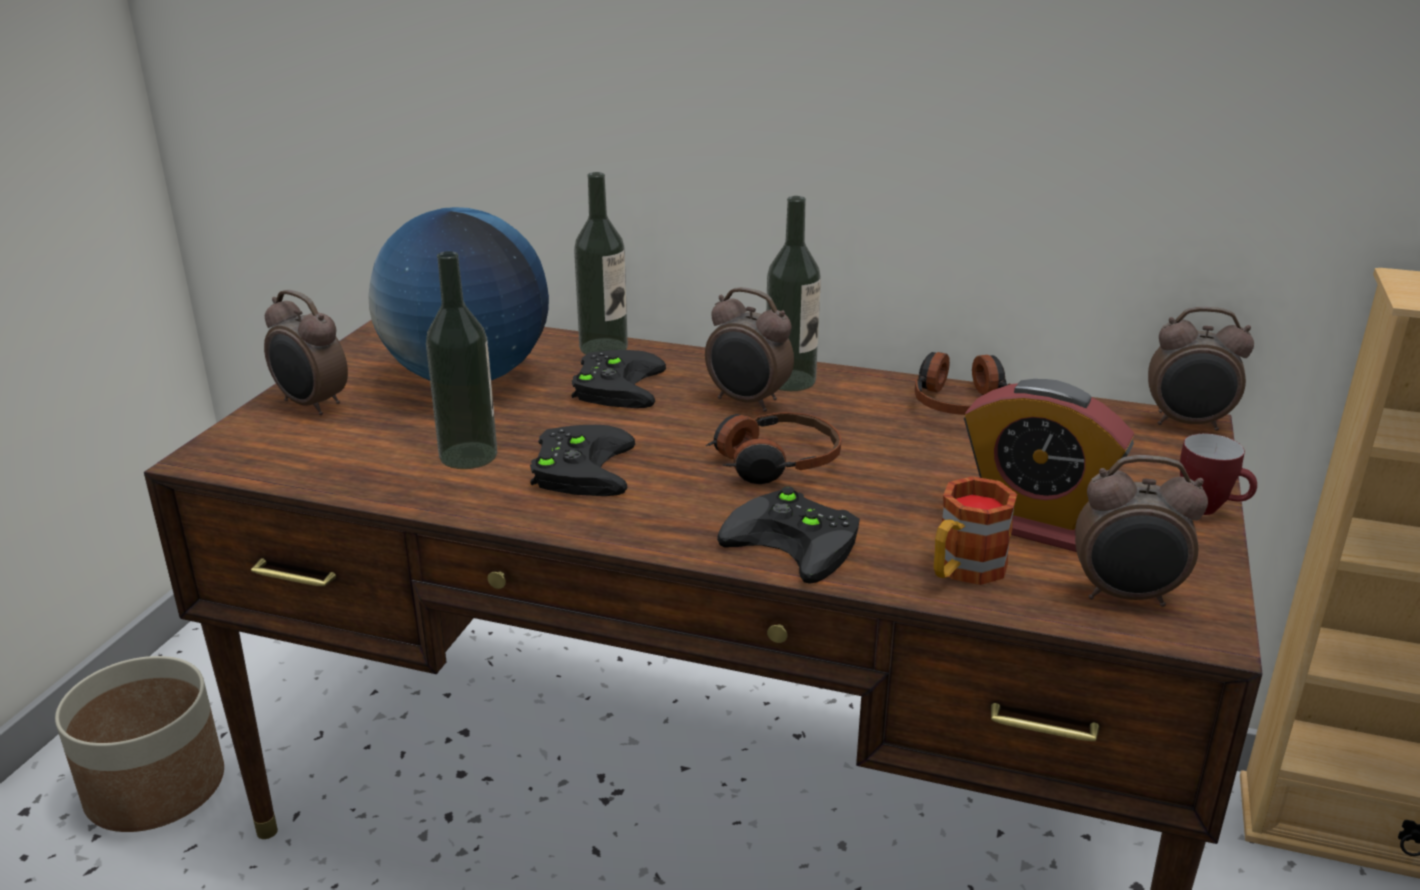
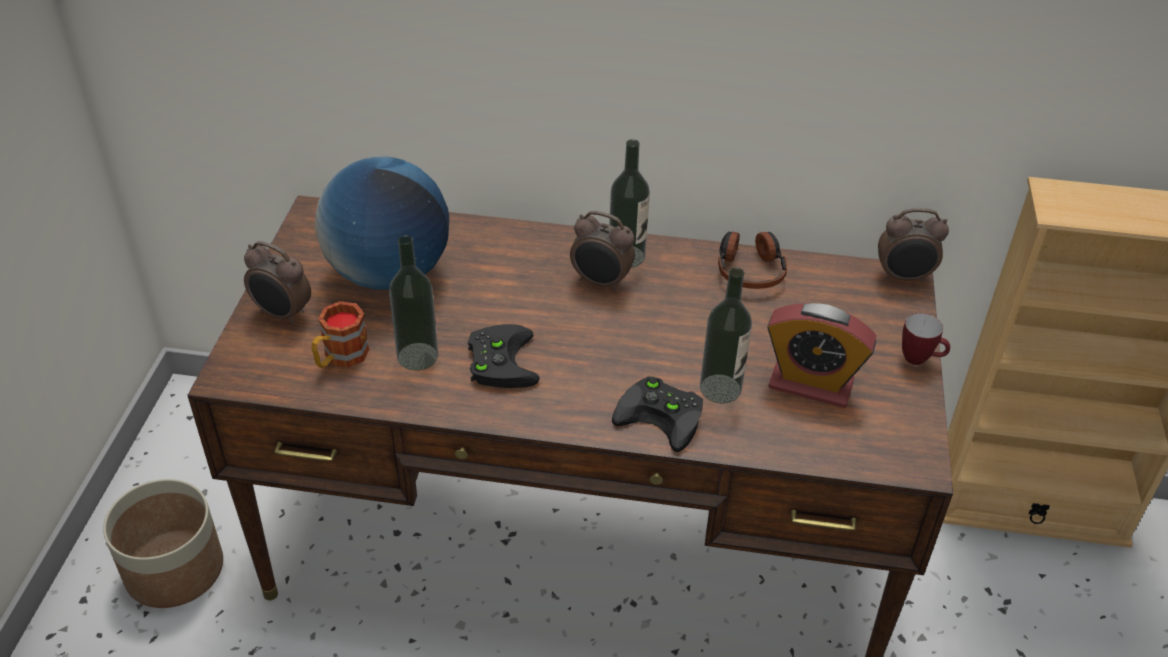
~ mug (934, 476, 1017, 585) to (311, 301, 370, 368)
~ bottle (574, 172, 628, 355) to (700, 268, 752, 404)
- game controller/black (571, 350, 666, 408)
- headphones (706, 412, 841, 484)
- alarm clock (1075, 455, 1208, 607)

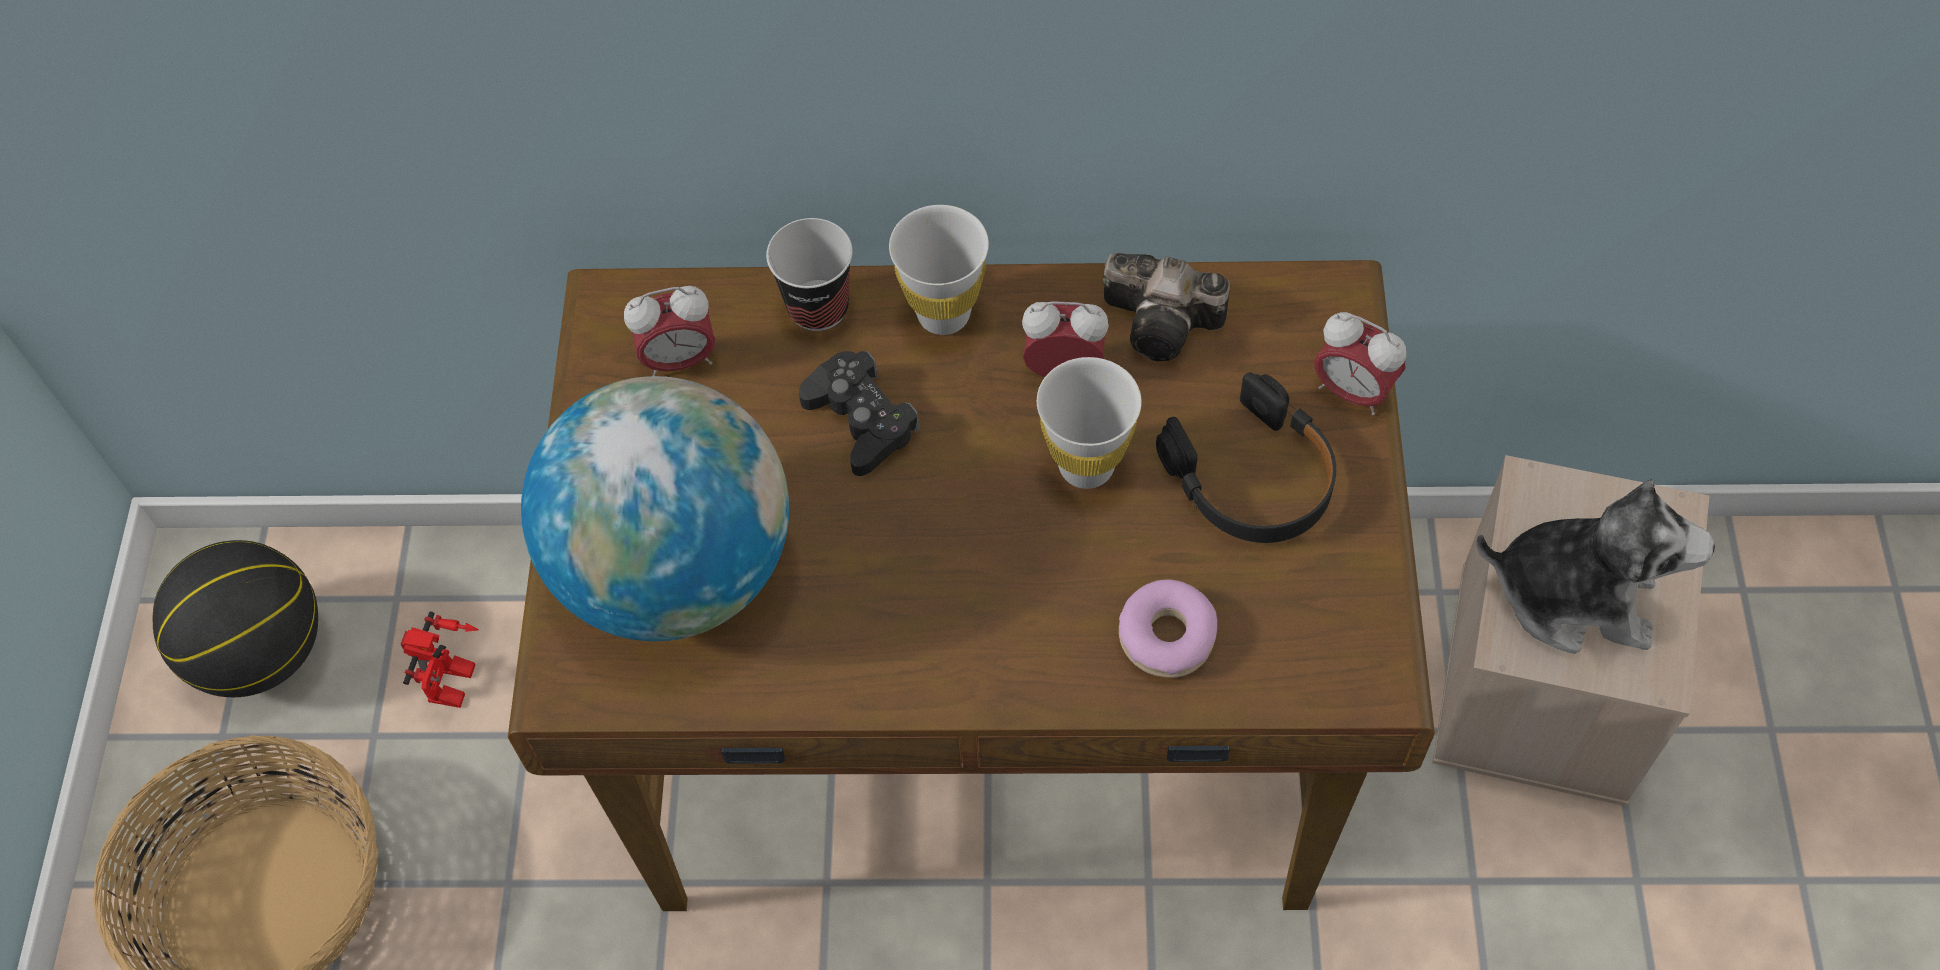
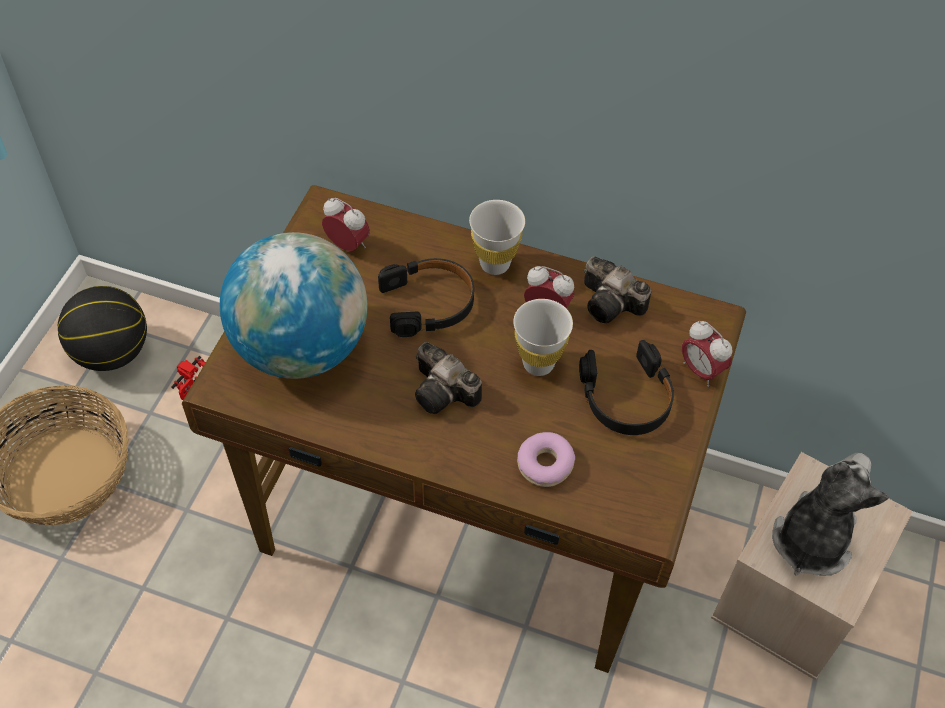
~ alarm clock (624, 286, 715, 376) = (322, 198, 370, 251) 150 degrees counterclockwise
~ game controller/black (799, 351, 920, 476) to headphones/black (378, 258, 474, 337)
+ photo camera (415, 342, 482, 414)
~ plush toy (1476, 479, 1715, 654) = (772, 453, 889, 576) 90 degrees counterclockwise
- cup (766, 218, 853, 331)

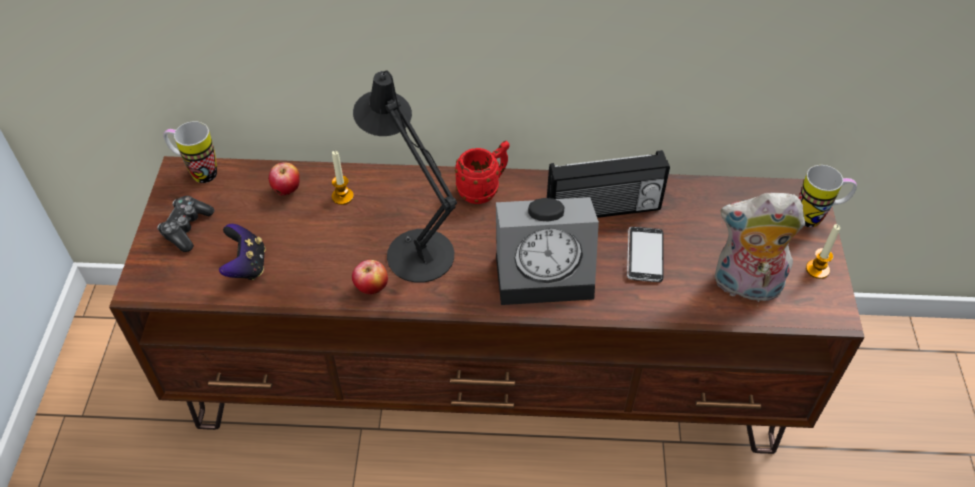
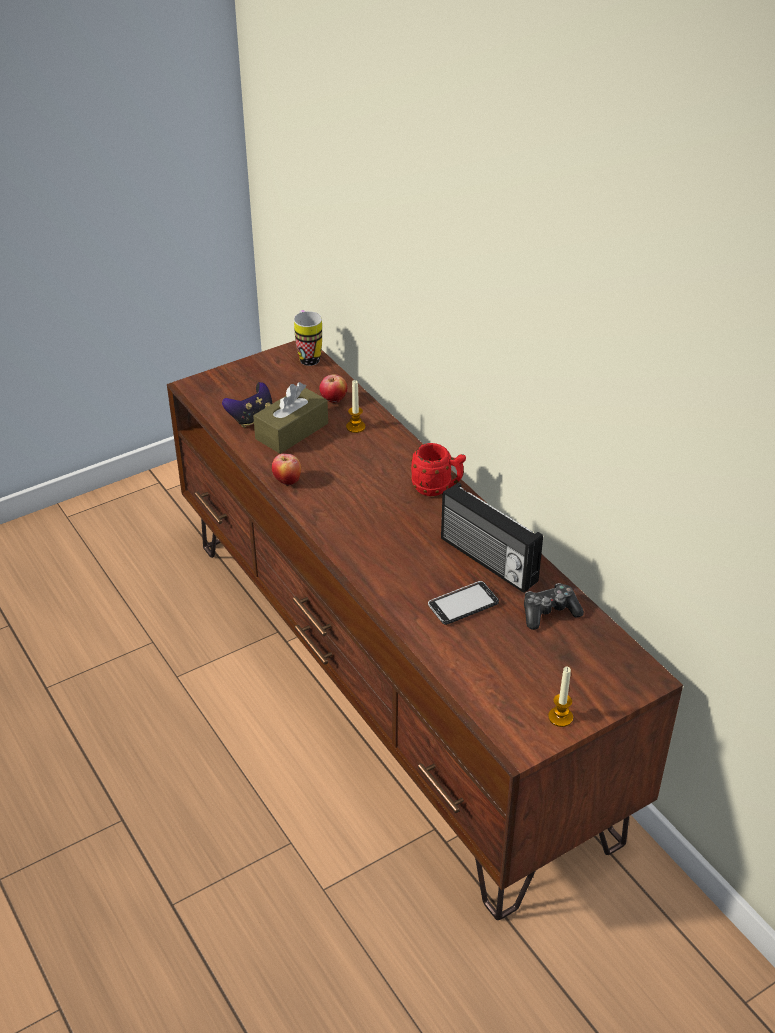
+ tissue box/brown (253, 382, 328, 454)
~ game controller (157, 196, 214, 252) to (524, 583, 584, 630)
- table lamp/black (353, 70, 457, 283)
- alarm clock (496, 197, 599, 305)
- plush toy (715, 193, 805, 302)
- mug (799, 165, 857, 227)

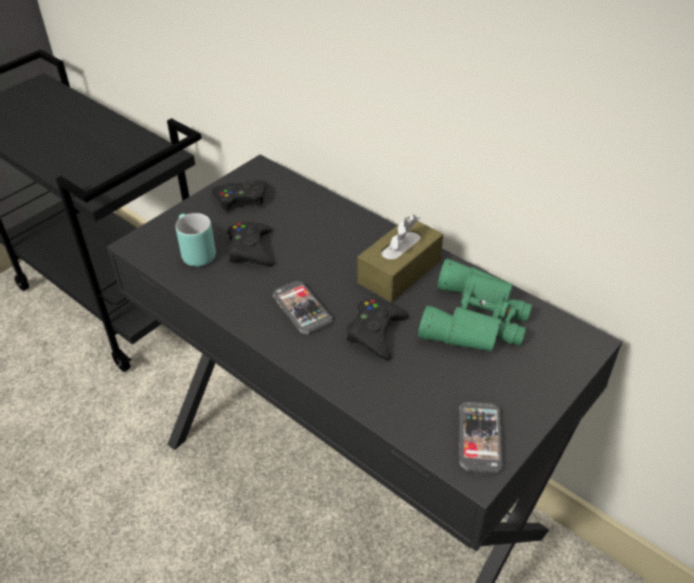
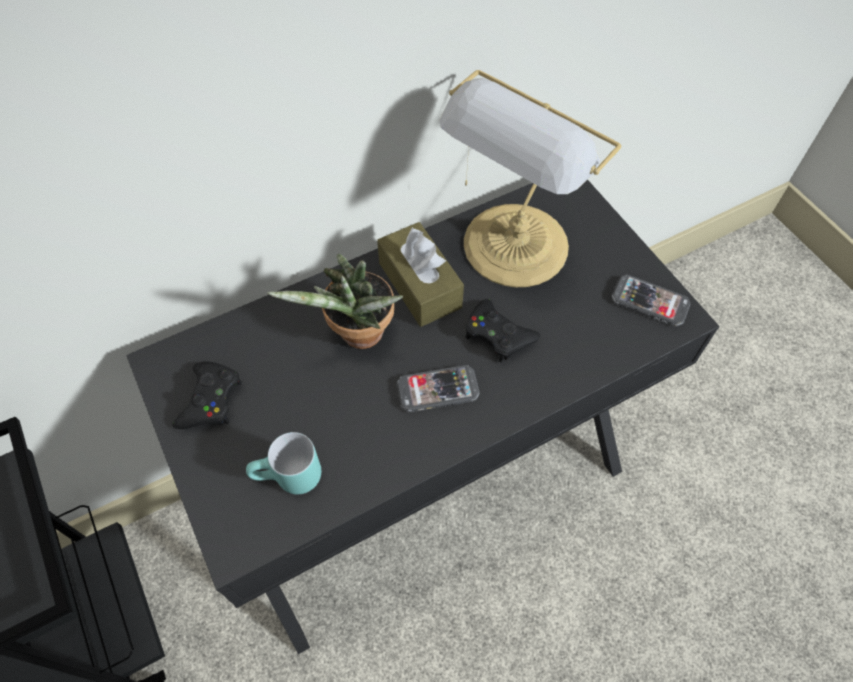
+ potted plant (267, 254, 403, 349)
~ binoculars/green (418, 259, 532, 352) to table lamp (440, 70, 622, 287)
- game controller/black (227, 222, 274, 266)

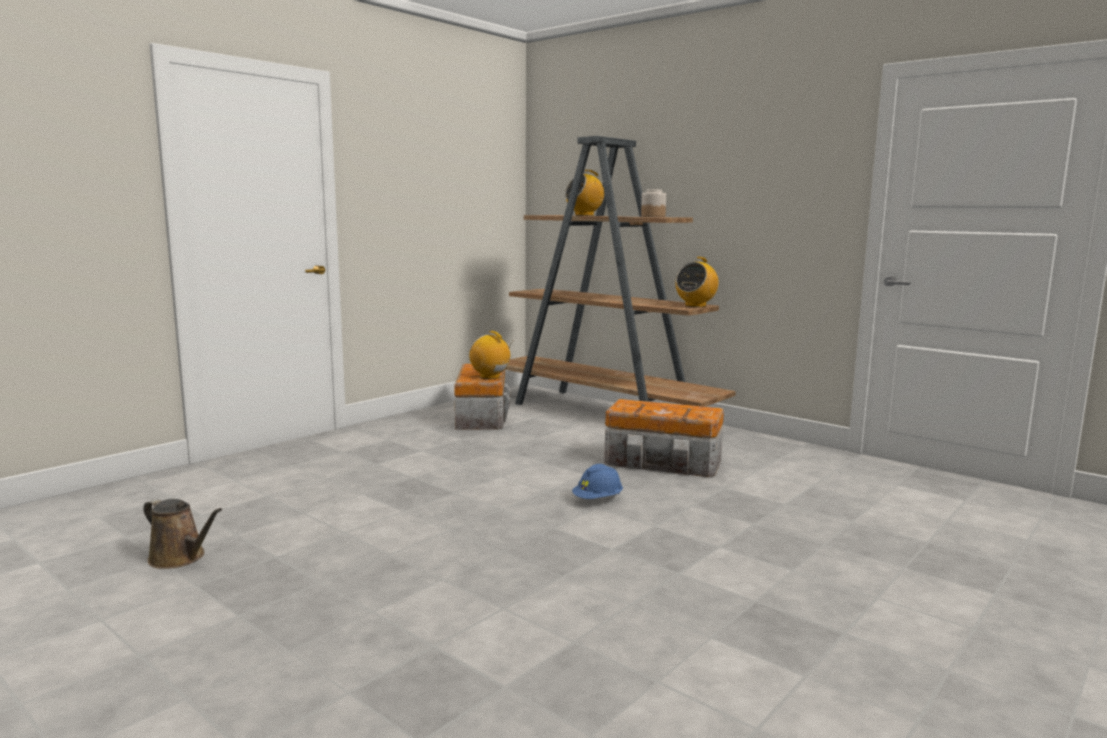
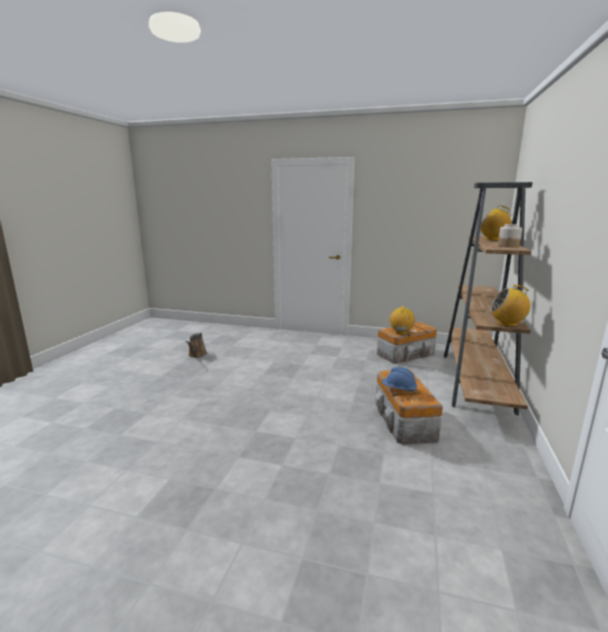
~ hard hat/blue (572, 464, 623, 499) to (382, 367, 417, 393)

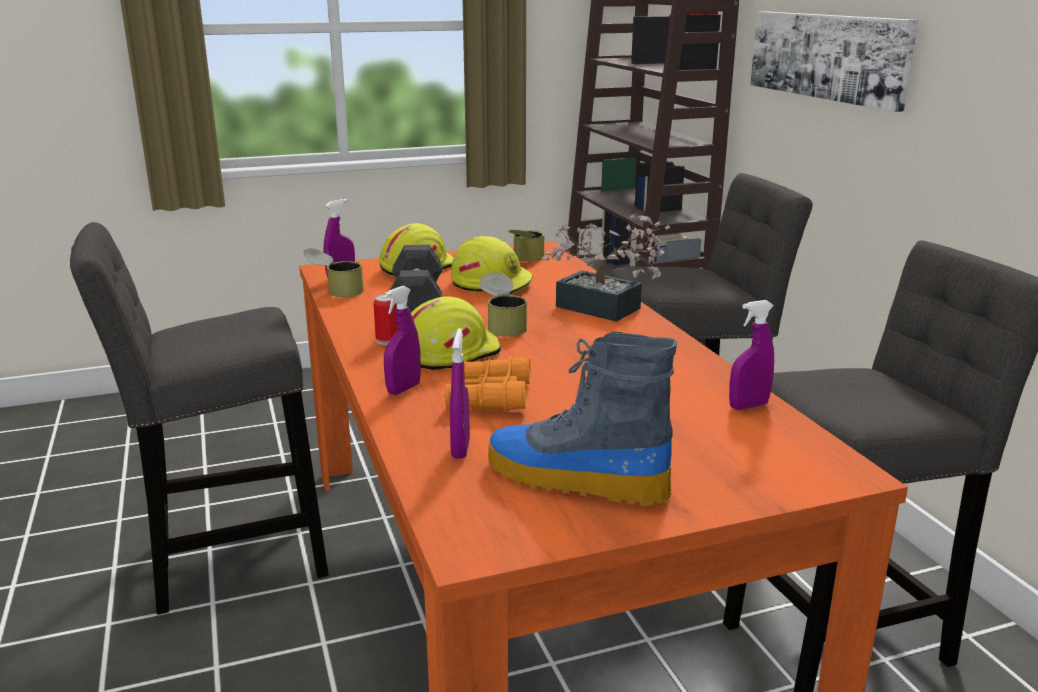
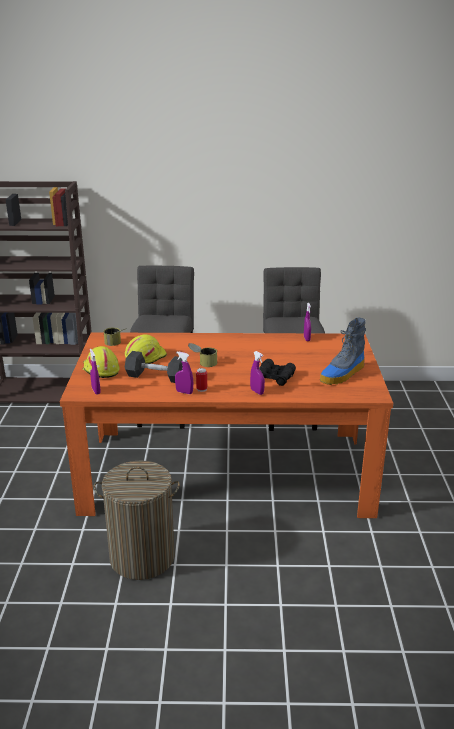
~ stool/grey (70, 222, 328, 615) to laundry basket (94, 460, 180, 580)
~ spray bottle/purple (450, 328, 470, 459) to (175, 352, 193, 394)
~ binoculars/orange (445, 356, 531, 411) to binoculars/black (259, 359, 296, 386)
- can (304, 248, 364, 297)
- hard hat/yellow (411, 296, 501, 370)
- potted plant (541, 214, 670, 322)
- picture (750, 11, 918, 112)

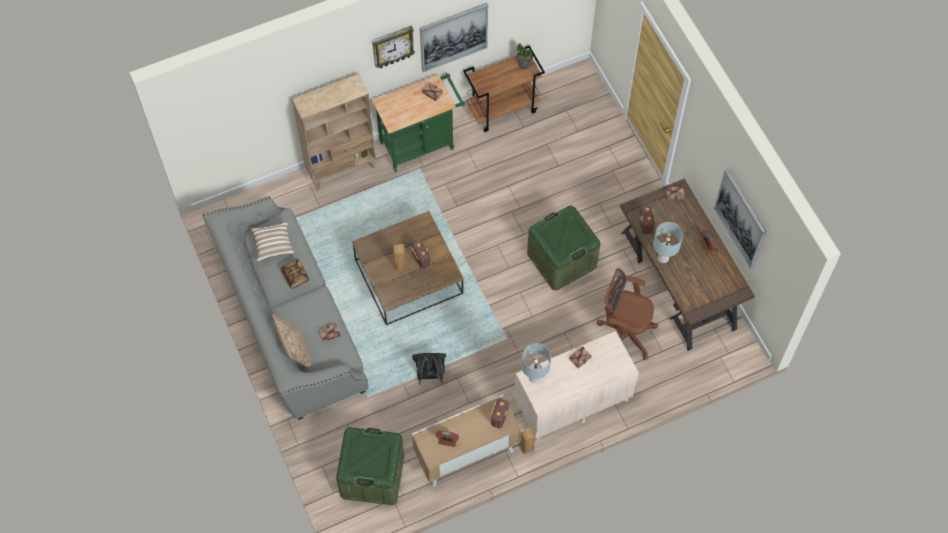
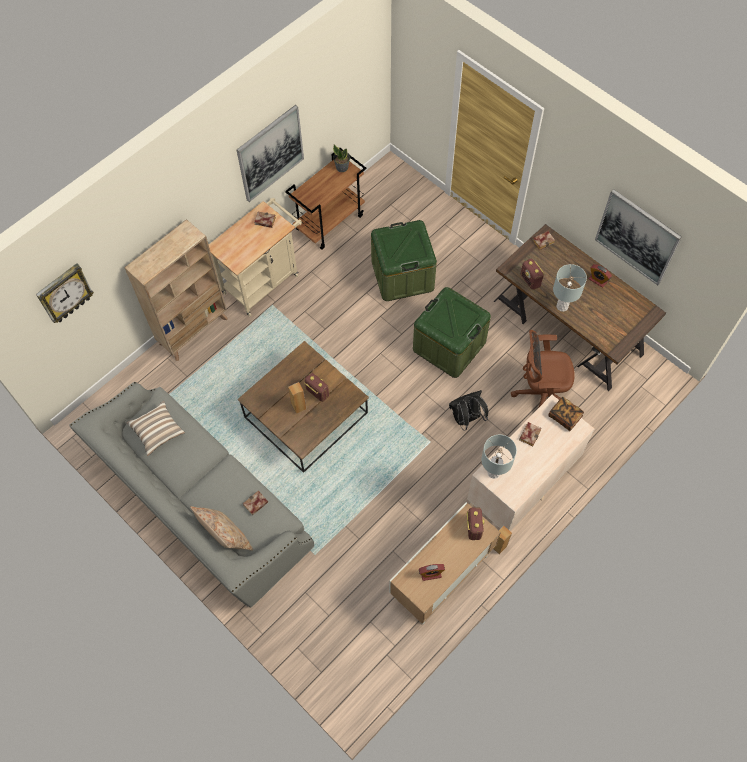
~ wall clock (372, 26, 415, 68) to (36, 263, 94, 323)
~ cart/green (372, 73, 465, 172) to cart/beige (209, 198, 302, 316)
~ storage box/green (336, 427, 404, 505) to (371, 220, 437, 301)
~ backpack/black (412, 353, 446, 384) to (449, 390, 488, 431)
~ book (281, 259, 309, 289) to (548, 397, 584, 431)

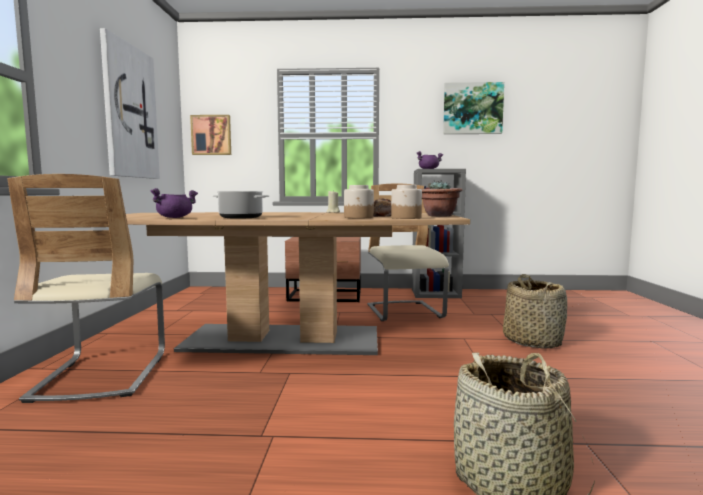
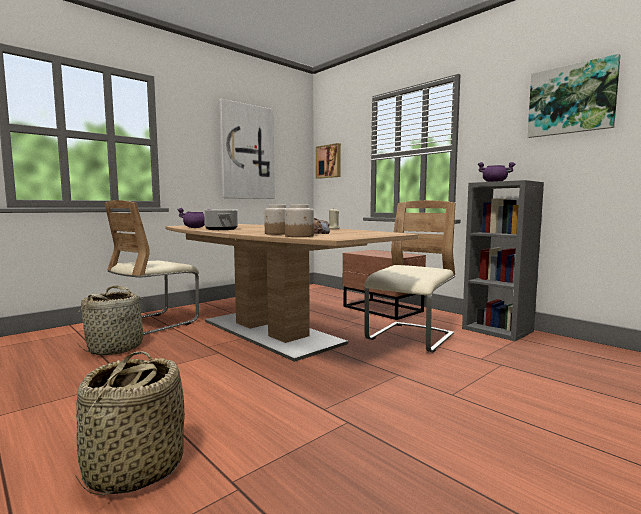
~ basket (503, 274, 567, 348) to (78, 286, 155, 355)
- potted plant (422, 180, 462, 216)

